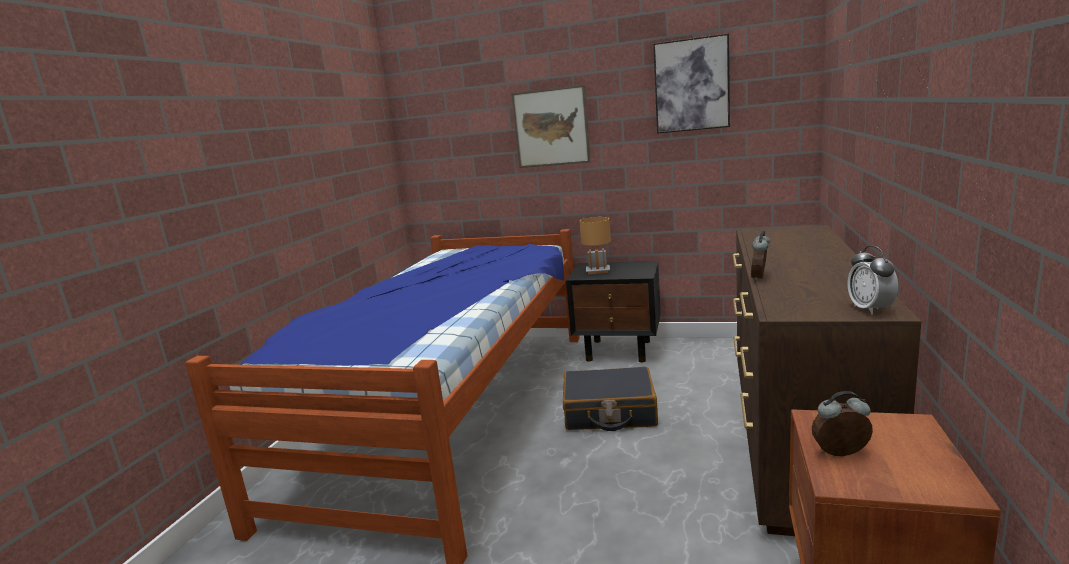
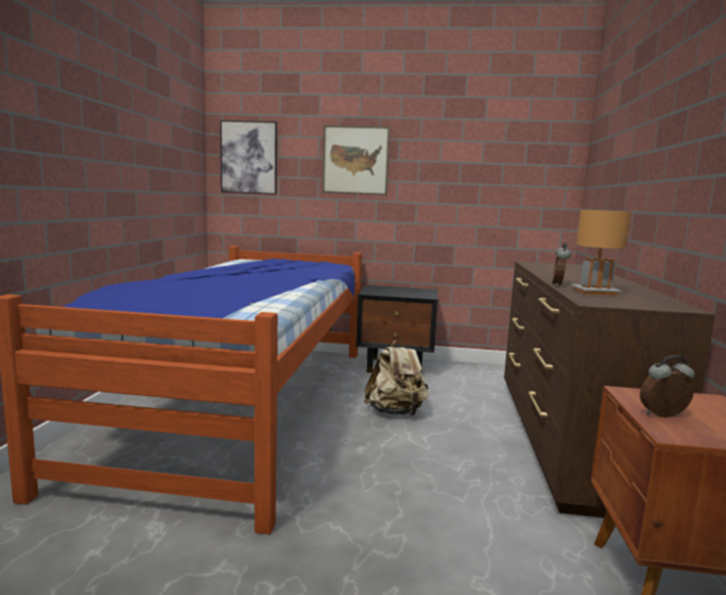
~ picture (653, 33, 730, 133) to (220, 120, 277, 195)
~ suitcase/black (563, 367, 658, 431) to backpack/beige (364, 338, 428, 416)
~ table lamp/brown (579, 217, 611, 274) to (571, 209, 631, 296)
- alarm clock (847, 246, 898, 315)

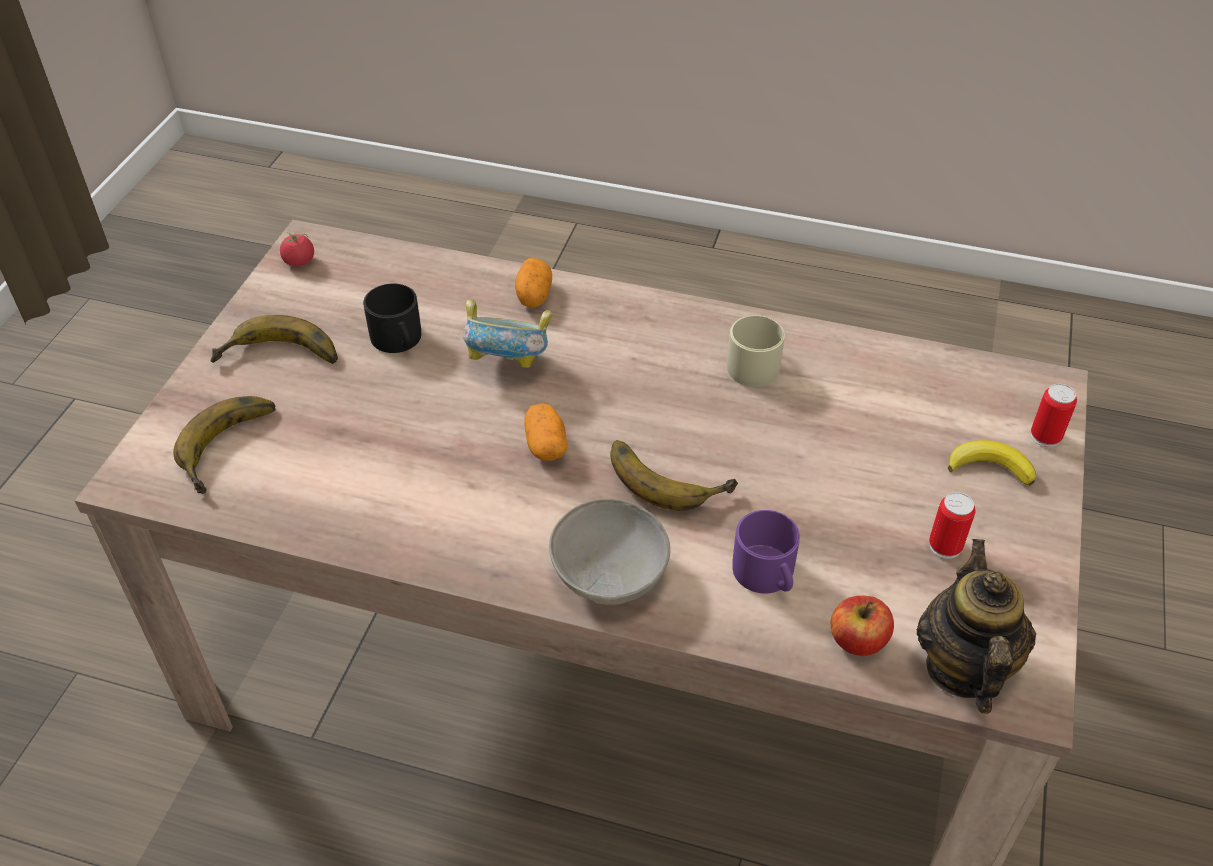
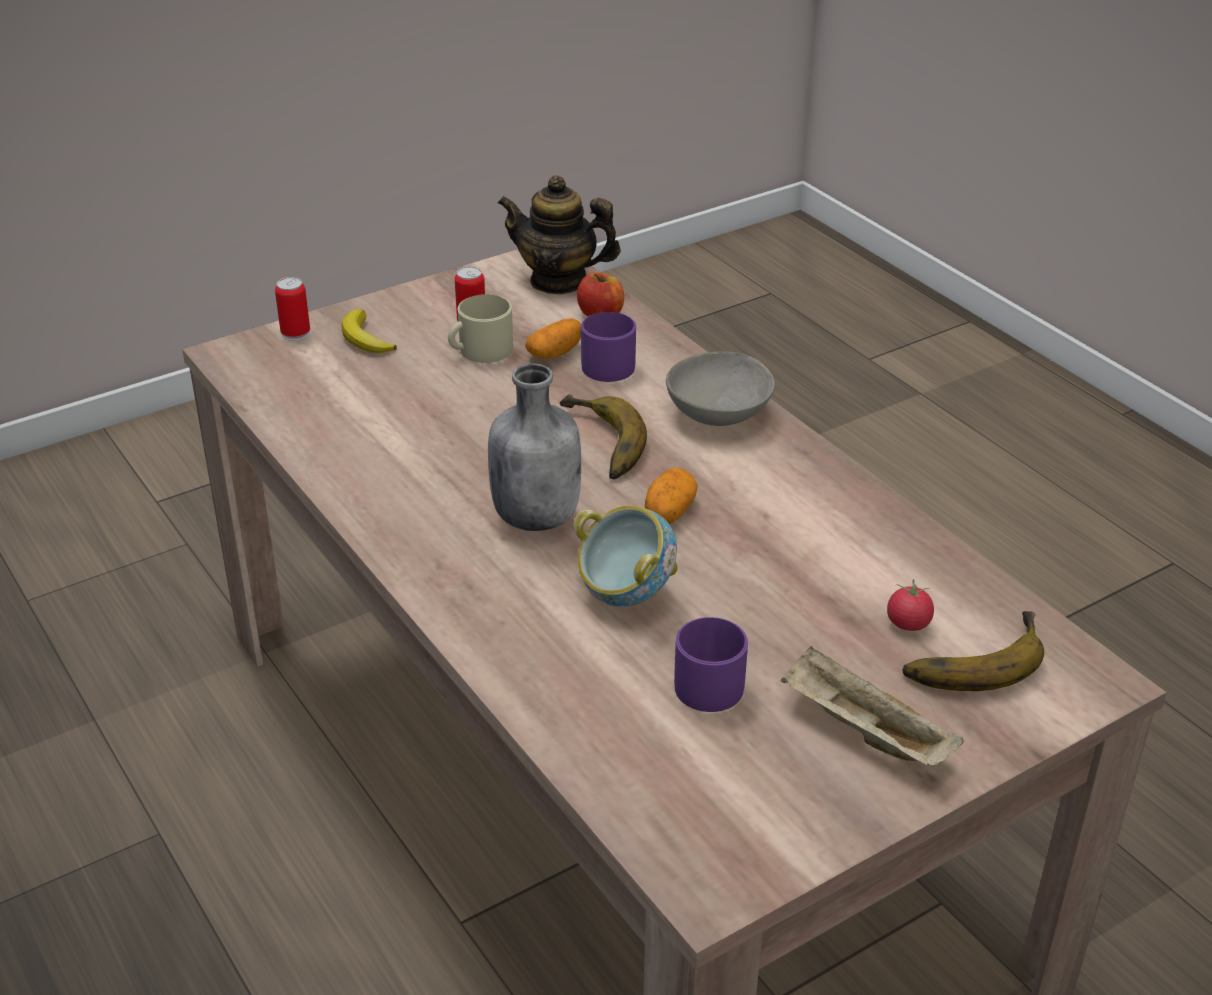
~ mug/beige (727, 315, 785, 387) to (448, 294, 513, 363)
+ bottle/grey (488, 363, 581, 531)
~ teapot (917, 539, 1036, 714) = (498, 175, 621, 294) 60 degrees clockwise
~ potato (515, 258, 552, 307) to (525, 318, 581, 359)
~ mug/black (363, 284, 421, 353) to mug/purple (674, 617, 748, 712)
~ banana (211, 315, 338, 364) to tray/beige (781, 646, 964, 767)
~ tomato (280, 232, 314, 267) to (887, 579, 934, 631)

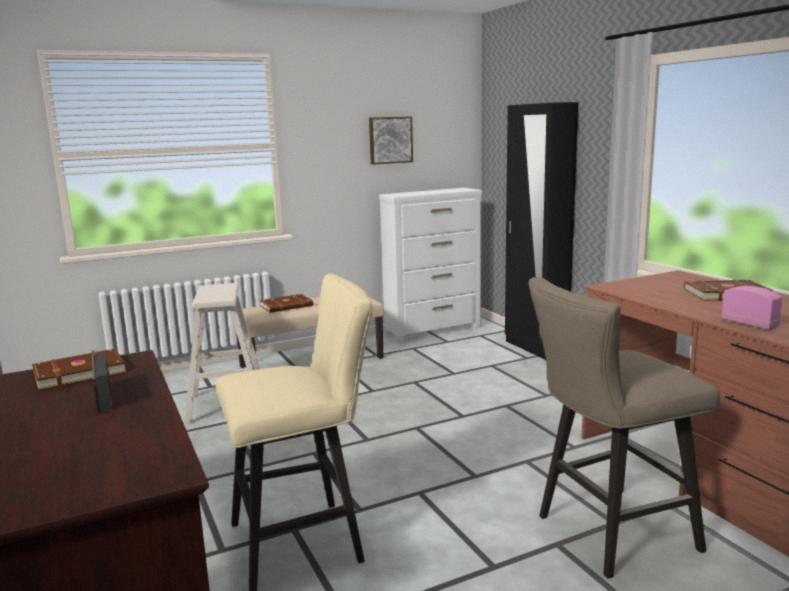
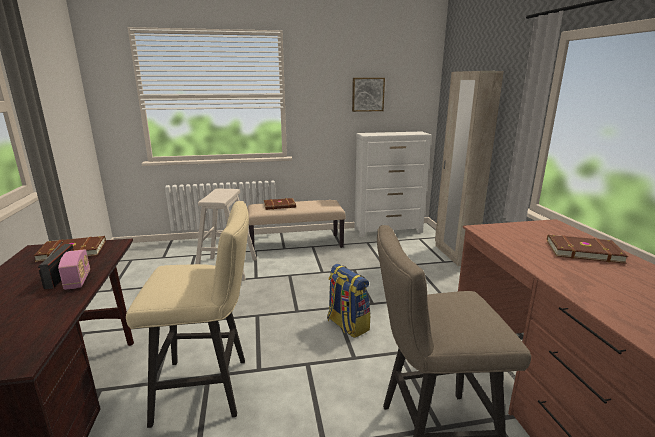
~ radio (722, 286, 782, 329) to (58, 249, 90, 290)
+ backpack (327, 264, 370, 338)
~ wardrobe/black (505, 102, 578, 360) to wardrobe/beige (435, 71, 504, 266)

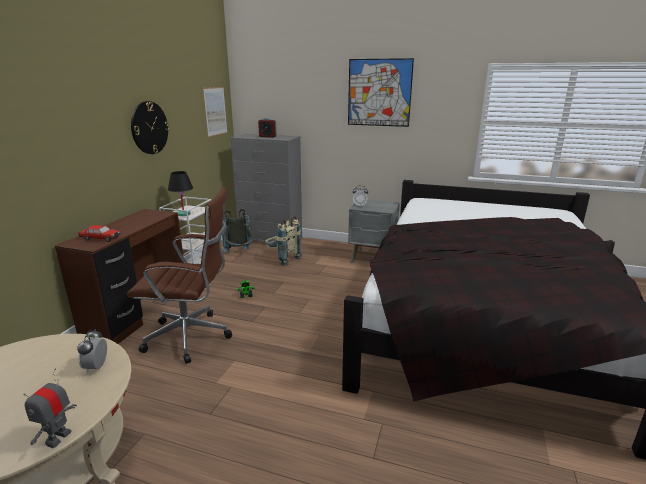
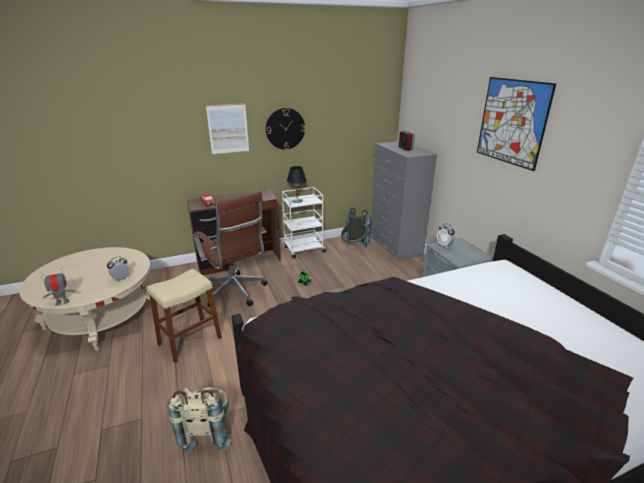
+ stool/beige (147, 269, 222, 363)
~ backpack/beige (265, 216, 302, 266) to (168, 387, 231, 453)
~ picture (203, 87, 228, 137) to (206, 103, 249, 155)

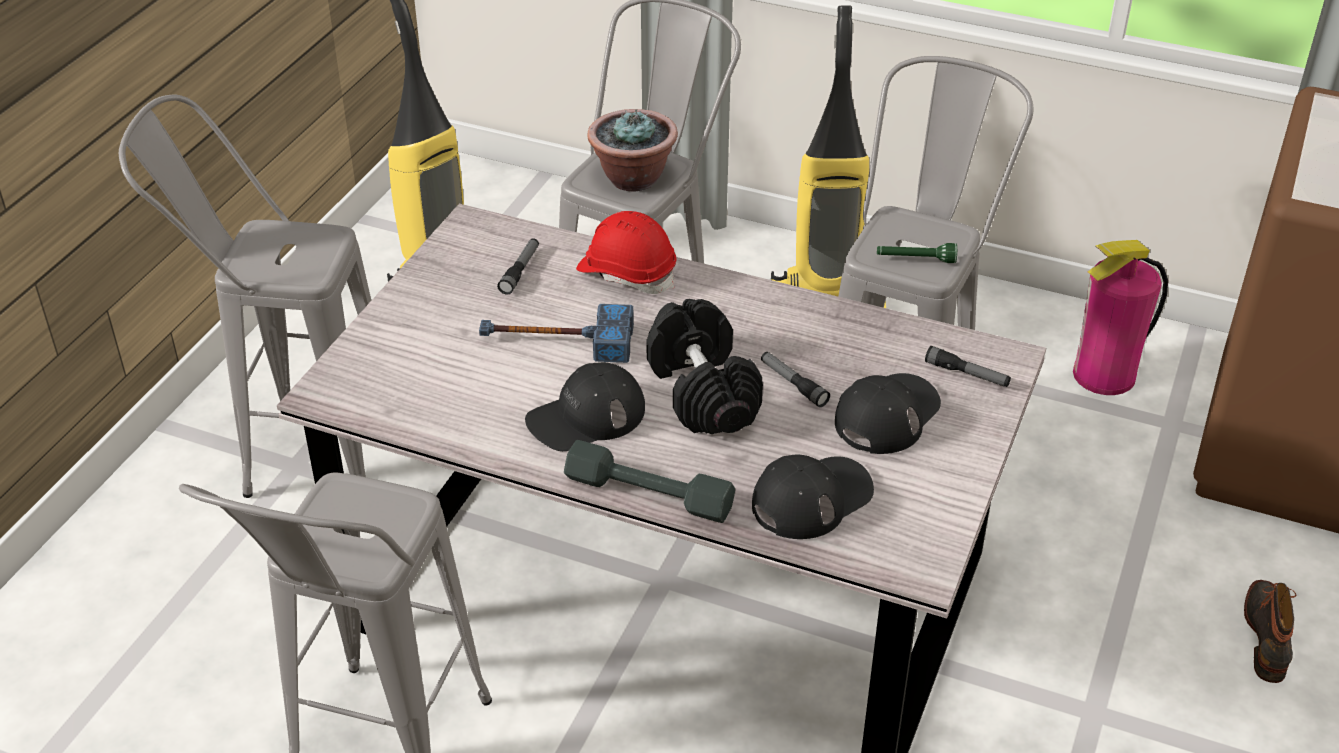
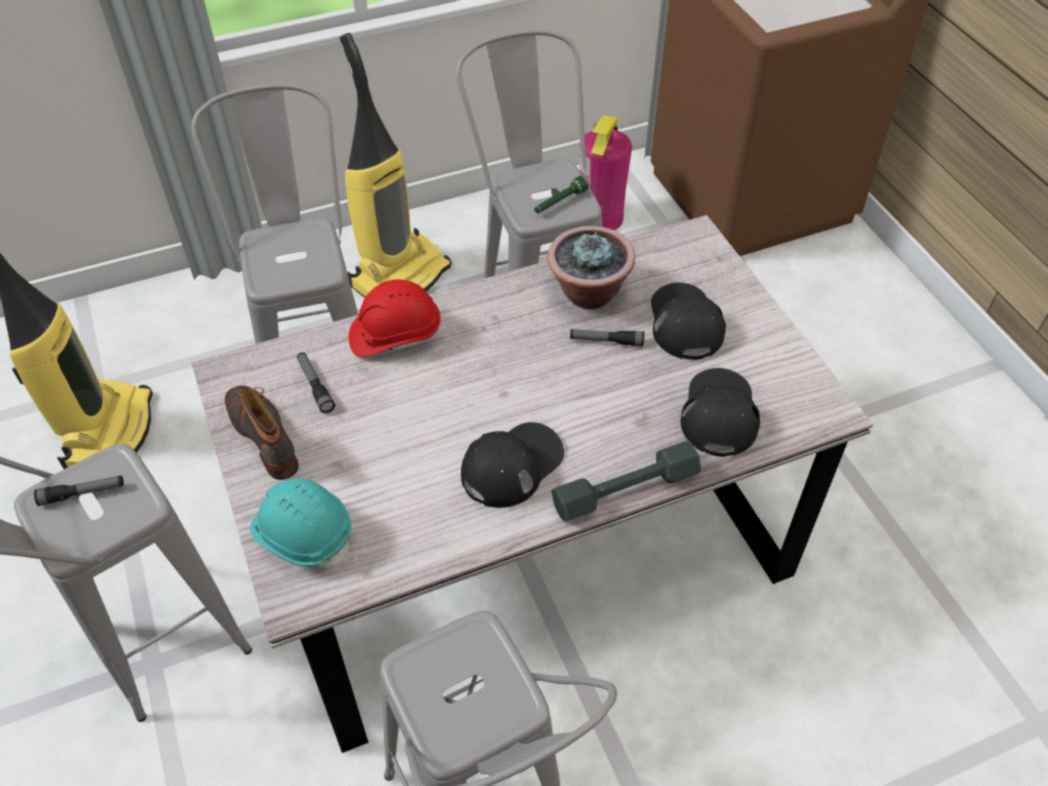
~ flashlight (925, 346, 1011, 387) to (34, 476, 124, 506)
~ boot (1244, 580, 1297, 683) to (225, 386, 299, 480)
+ hard hat/turquoise (250, 478, 351, 570)
~ cap/black (525, 362, 645, 451) = (461, 422, 564, 508) 150 degrees counterclockwise
~ potted plant (587, 109, 678, 192) to (547, 226, 635, 309)
- hammer (479, 304, 634, 363)
- dumbbell/black (646, 299, 763, 434)

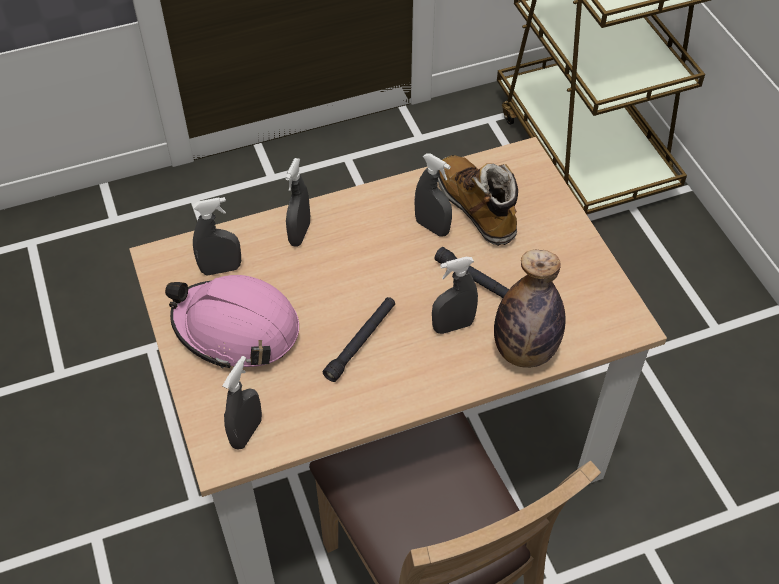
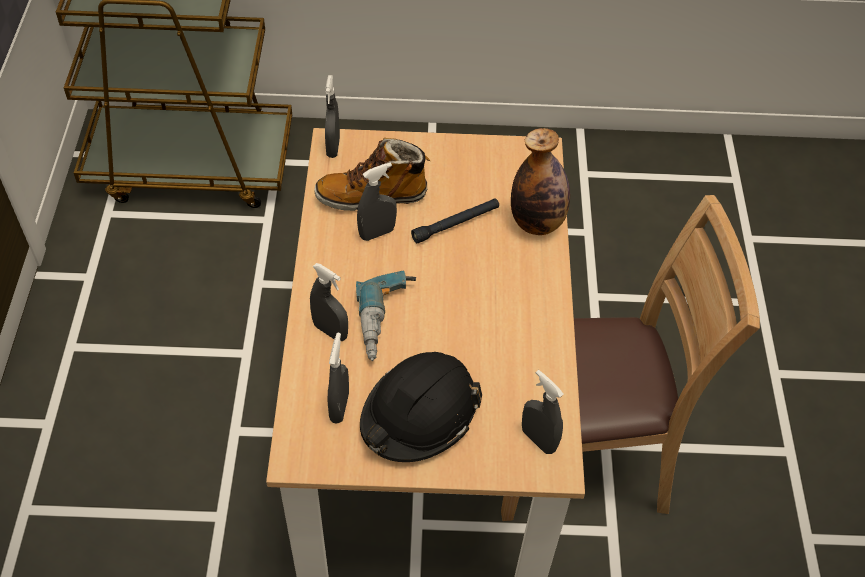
~ spray bottle/grey (432, 257, 478, 334) to (325, 75, 340, 158)
+ power drill (356, 270, 416, 361)
~ hard hat/pink (165, 275, 299, 369) to hard hat/black (360, 352, 482, 462)
- flashlight/black (323, 297, 395, 382)

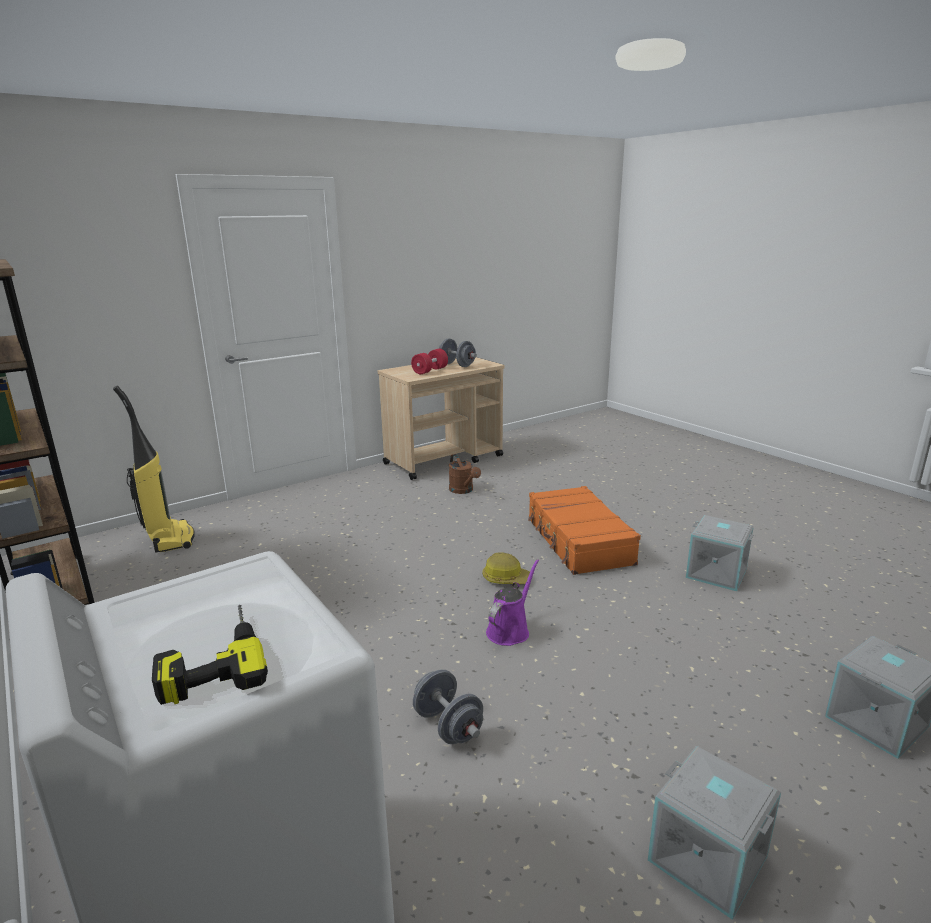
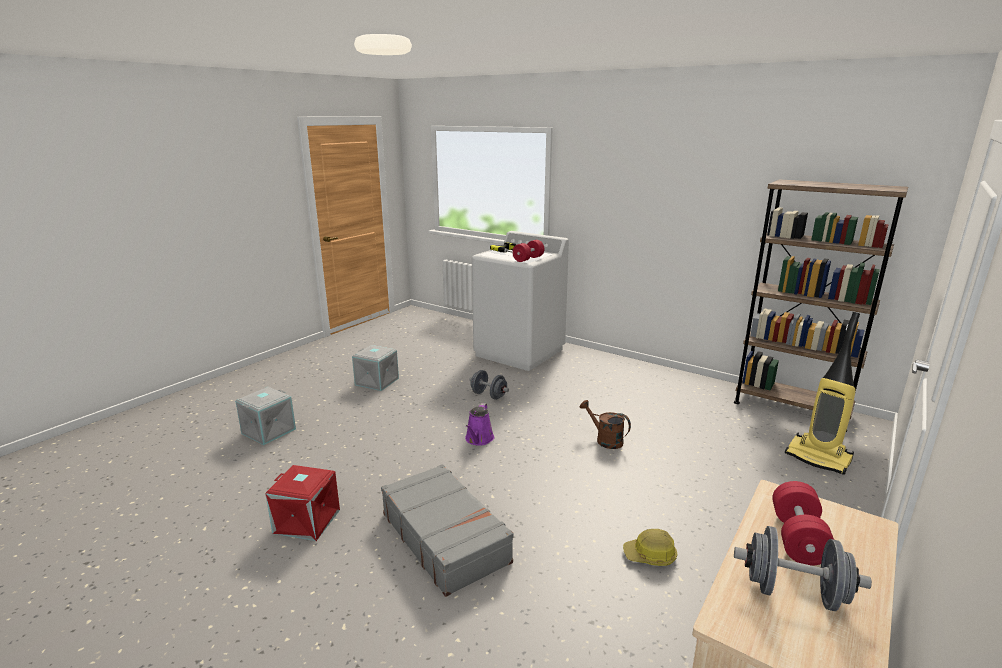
~ storage box/grey (686, 515, 754, 591) to storage box/red (265, 465, 340, 541)
~ suitcase/orange (528, 486, 641, 575) to suitcase/grey (381, 464, 514, 597)
+ dumbbell/red (512, 240, 544, 262)
~ watering can/brown (449, 454, 481, 494) to (580, 400, 631, 449)
~ hard hat (482, 552, 530, 584) to (623, 529, 677, 566)

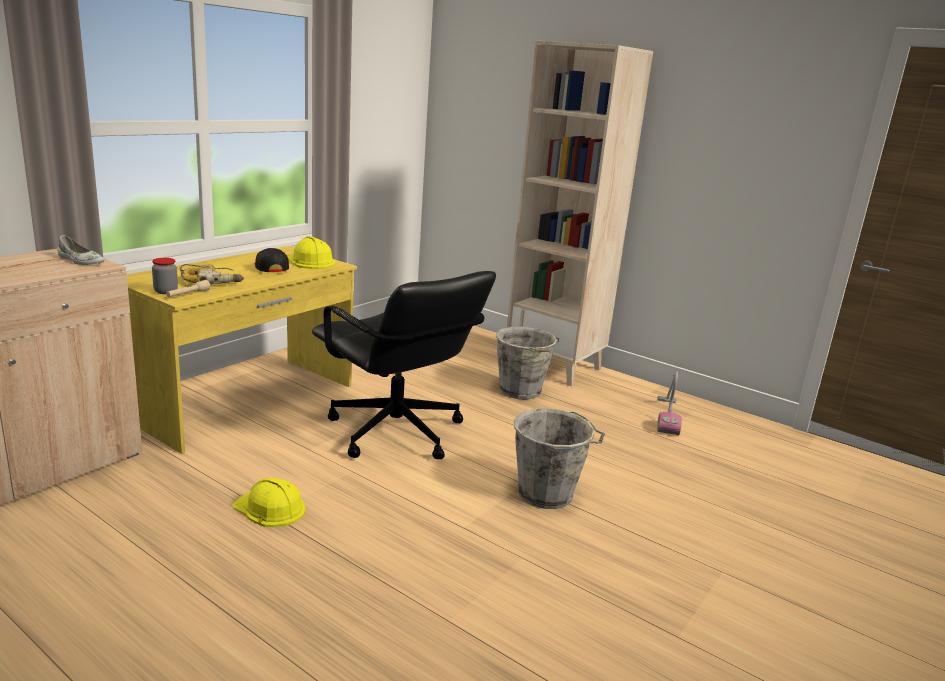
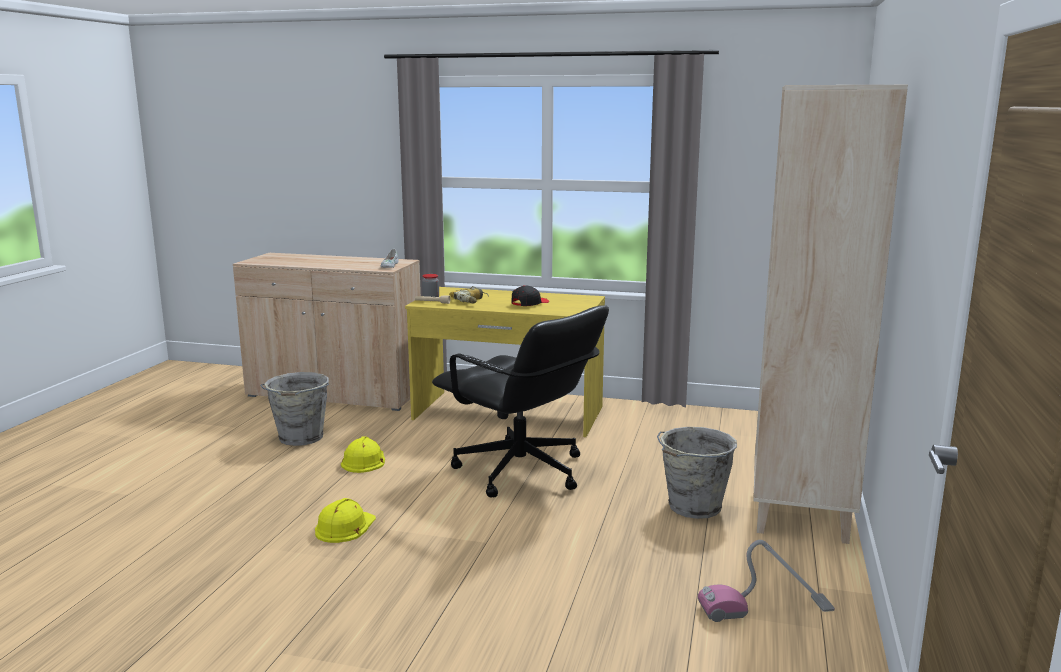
~ bucket/grey (514, 408, 605, 509) to (260, 372, 329, 446)
~ hard hat/yellow (287, 236, 336, 269) to (315, 498, 376, 543)
~ office chair/black (312, 271, 496, 459) = (432, 305, 609, 498) 75 degrees counterclockwise

